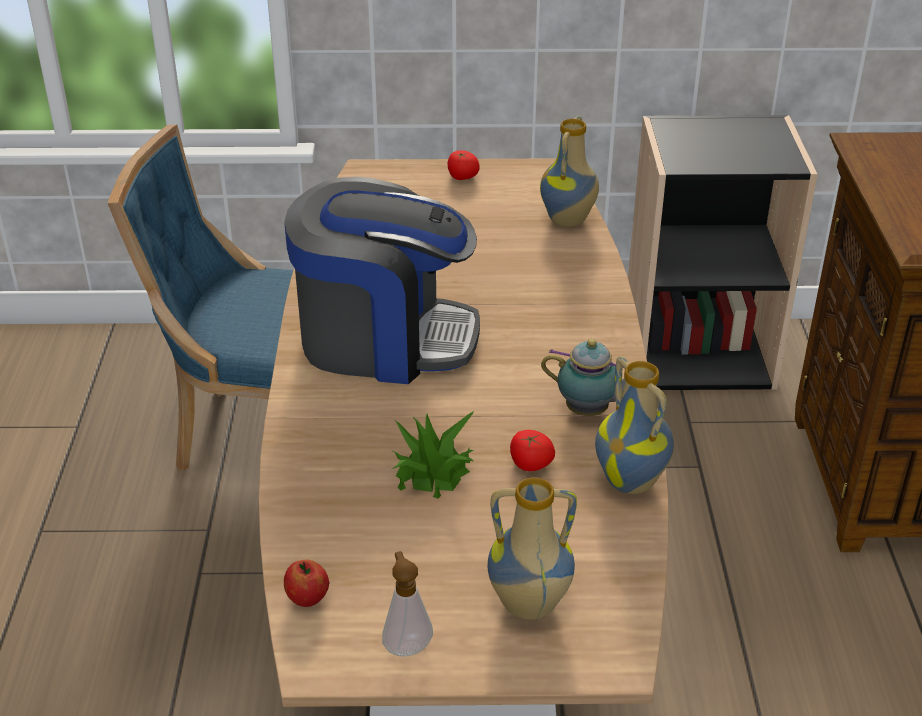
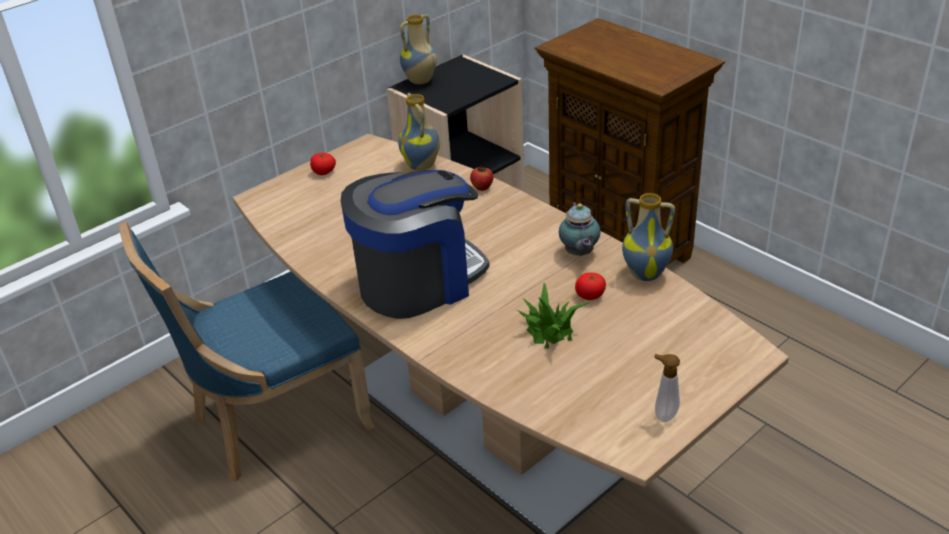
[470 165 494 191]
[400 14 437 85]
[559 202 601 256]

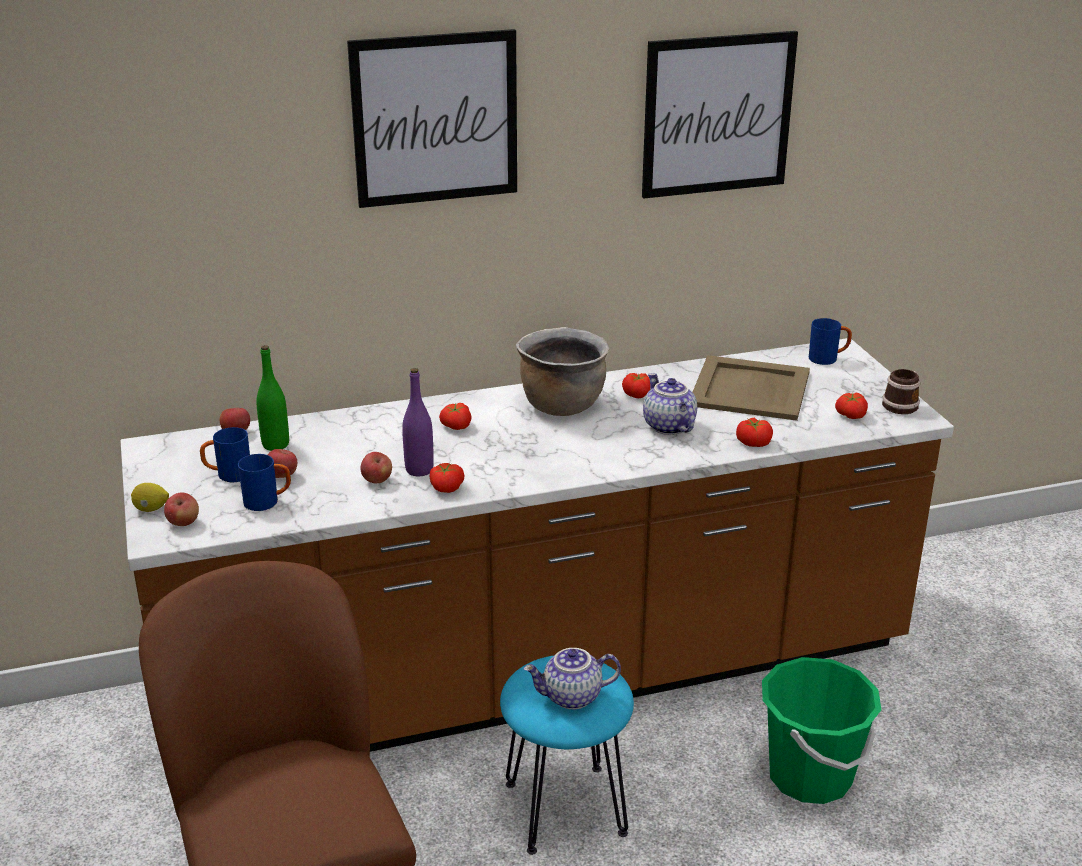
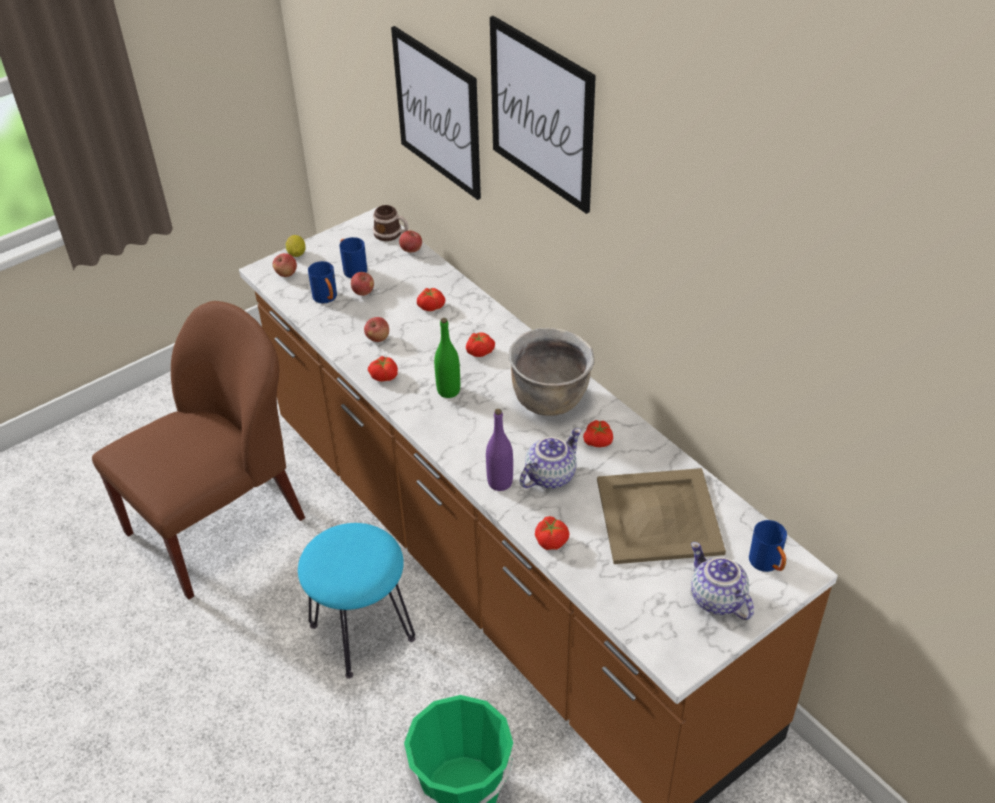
[434 318 460 398]
[486 409 513 491]
[691 542 754 620]
[391 26 481 200]
[417 288 445 311]
[373 205 408 241]

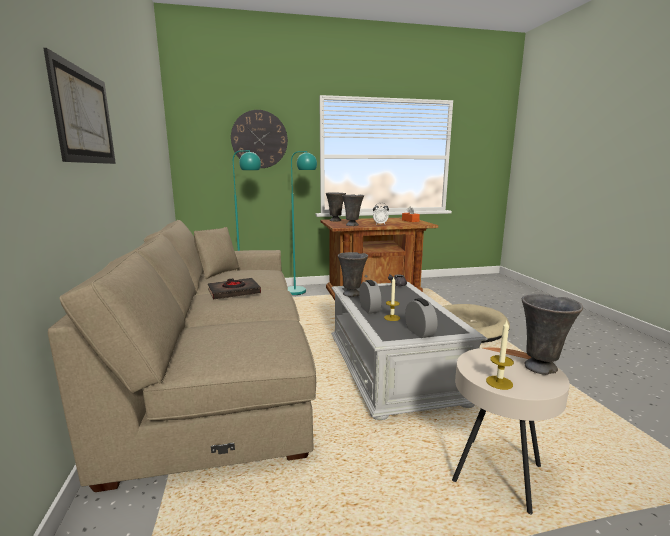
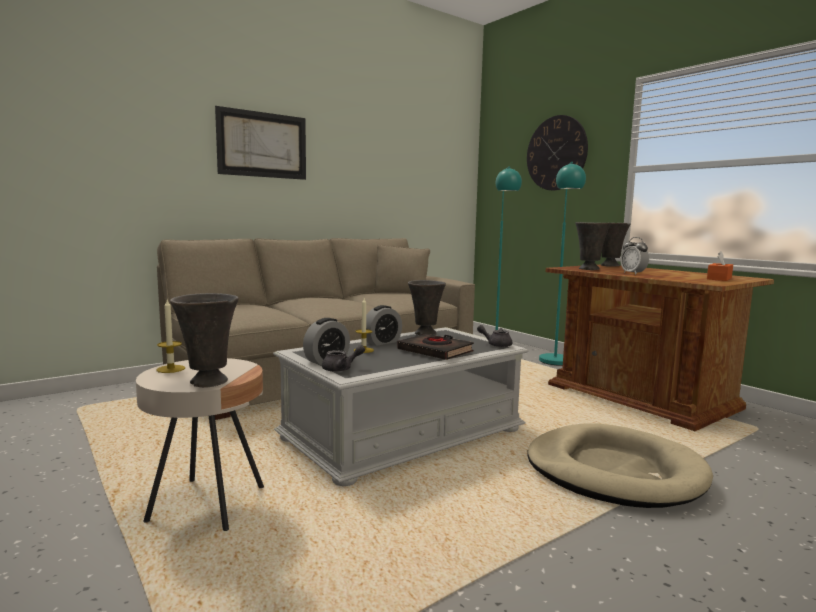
[398 334 474 360]
[322 345 365 372]

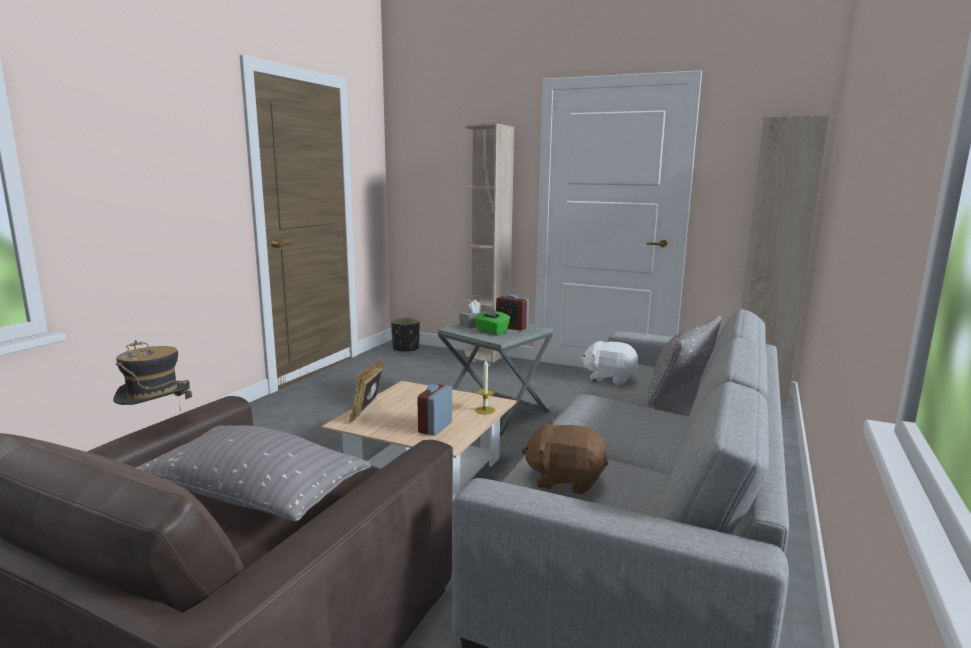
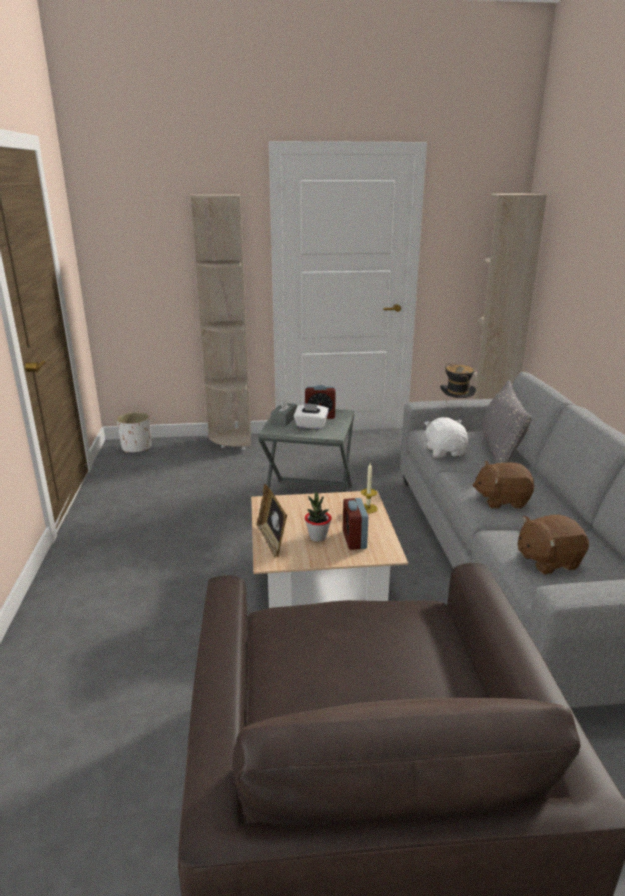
[440 363 476 403]
[135 425 371 521] (first image)
[117 412 152 453]
[294 403 329 429]
[424 417 468 458]
[305 492 332 542]
[473 461 534 509]

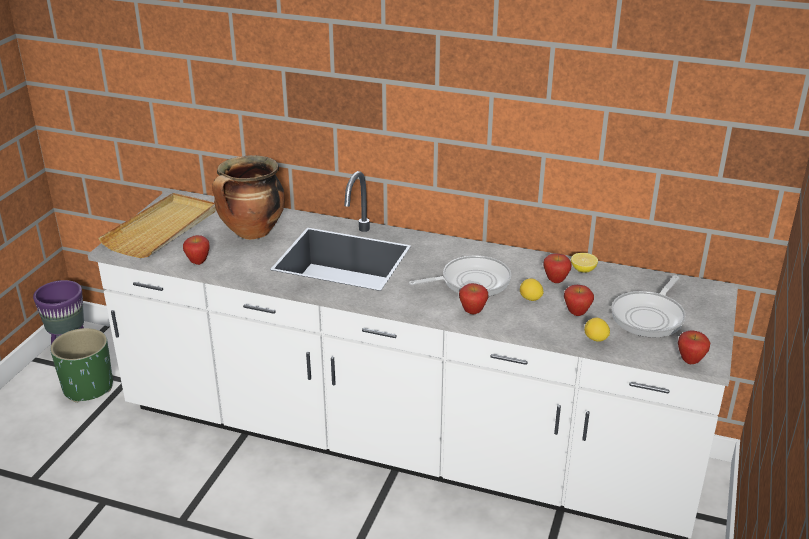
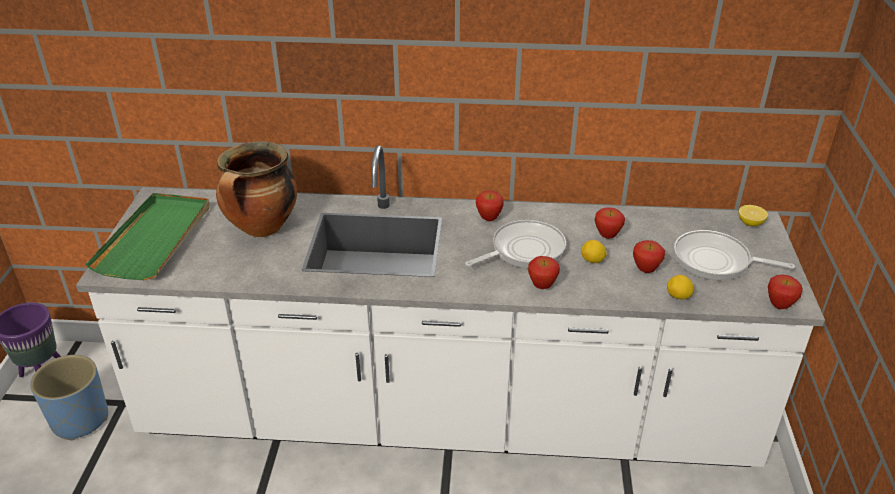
[30 355 108 440]
[85 193 209 280]
[476 190 504 221]
[739 205 768 226]
[674 230 795 280]

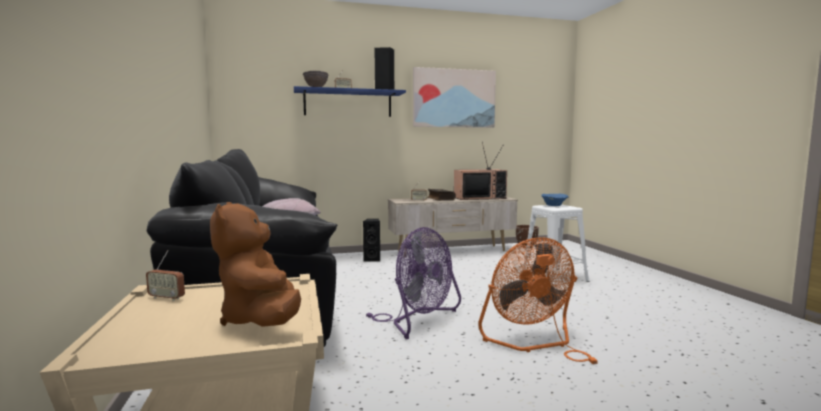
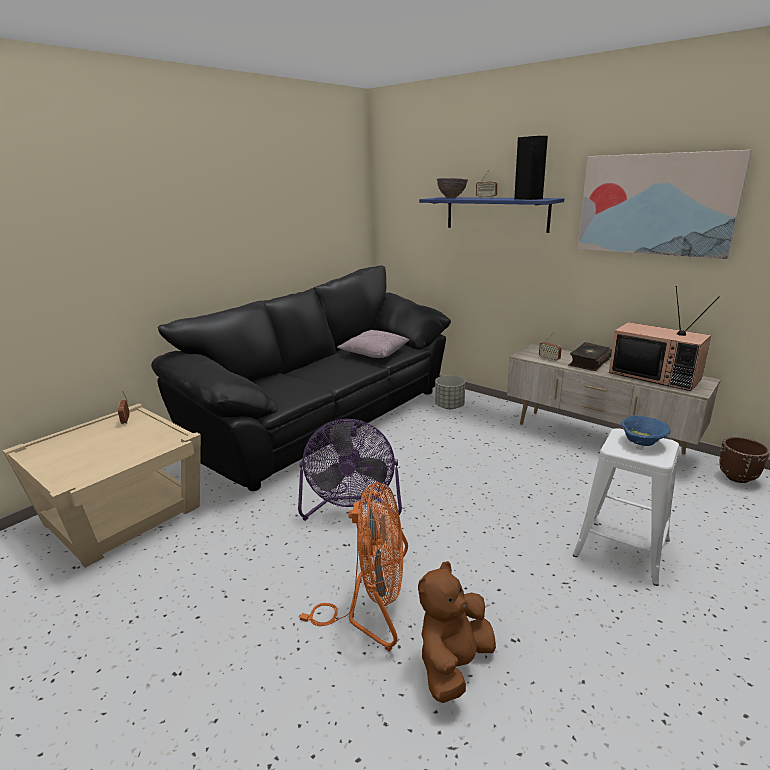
[418 561 496 703]
[363 219 380 262] (first image)
[298 482 408 652]
[435 375 465 409]

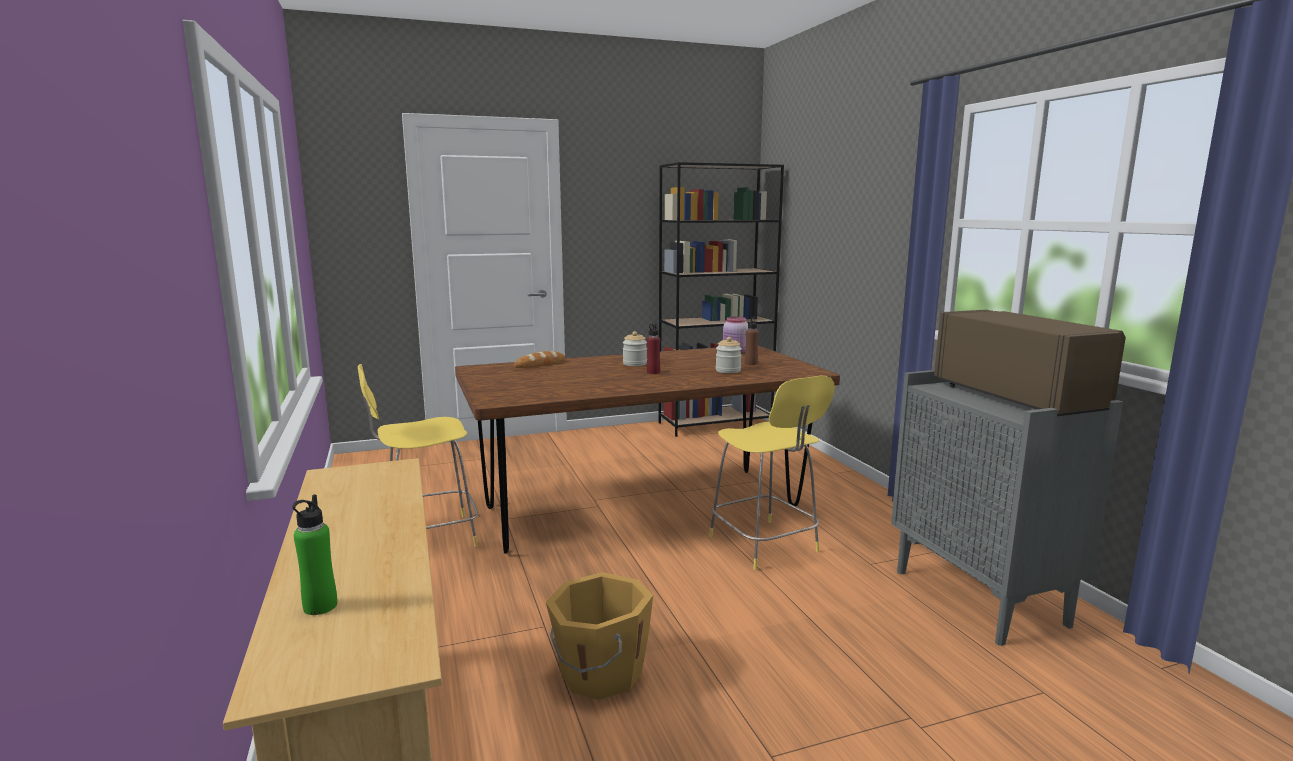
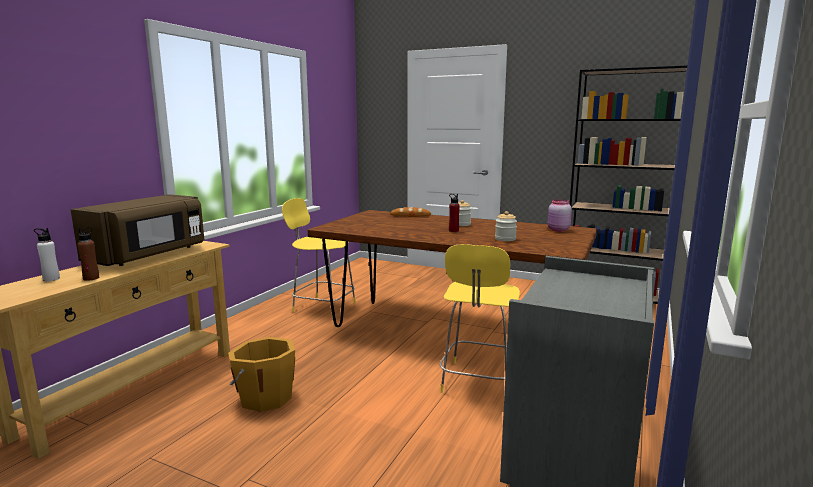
[34 228 60 281]
[78 227 99 281]
[71 194 204 266]

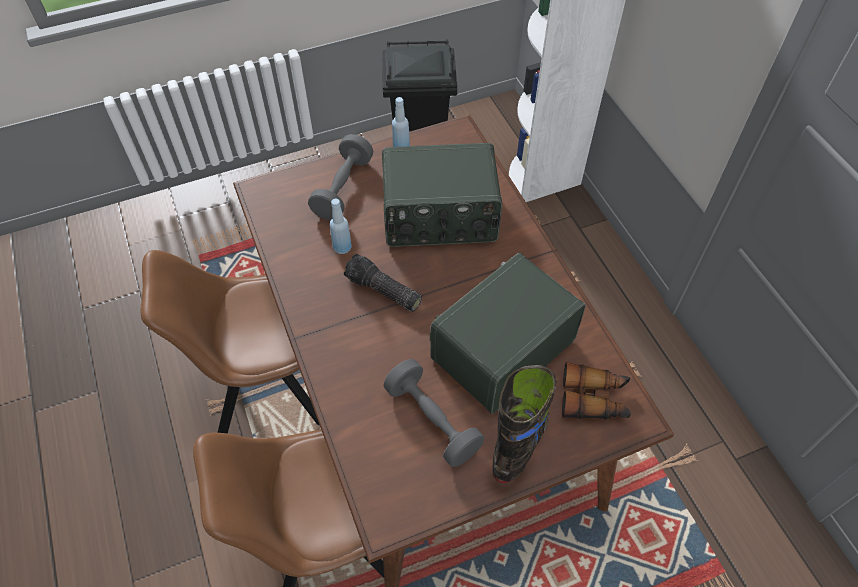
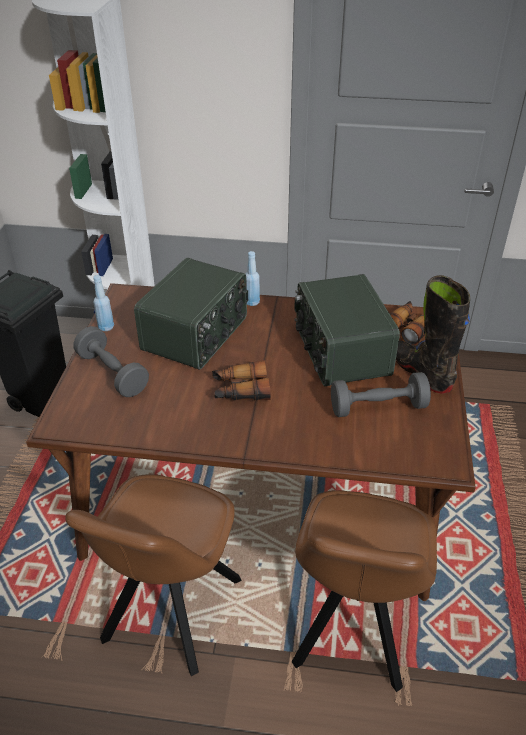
[246 251 260 306]
[212 360 271 401]

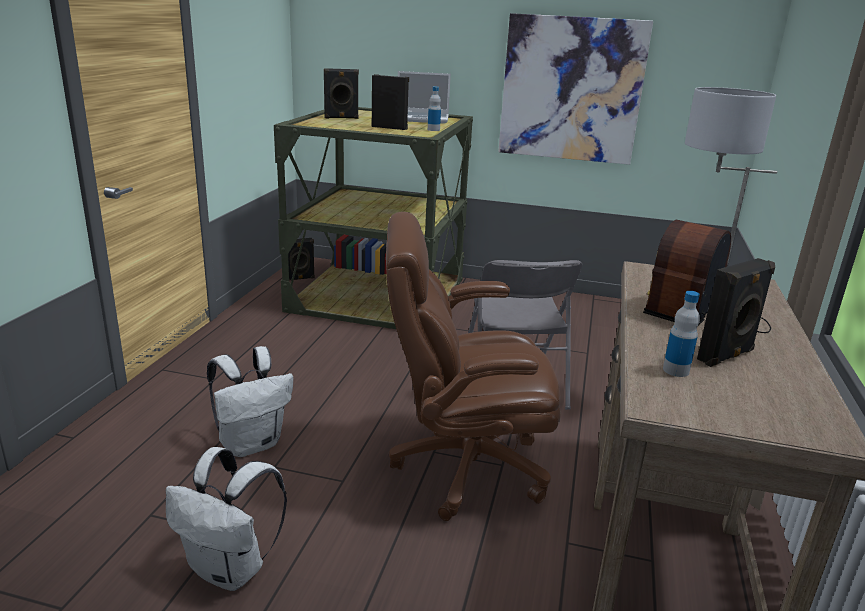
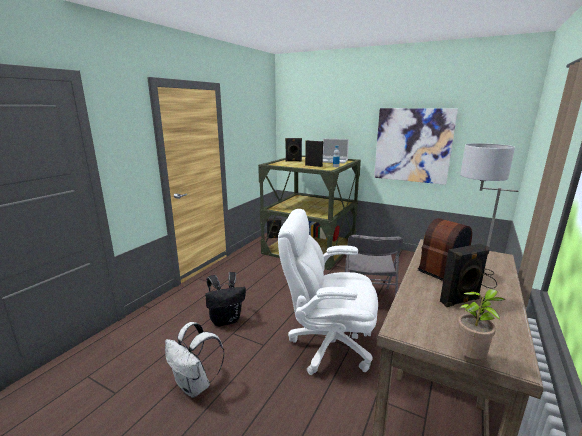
[205 272 246 326]
[278 209 378 375]
[663 291 700 377] (first image)
[456 289 505 359]

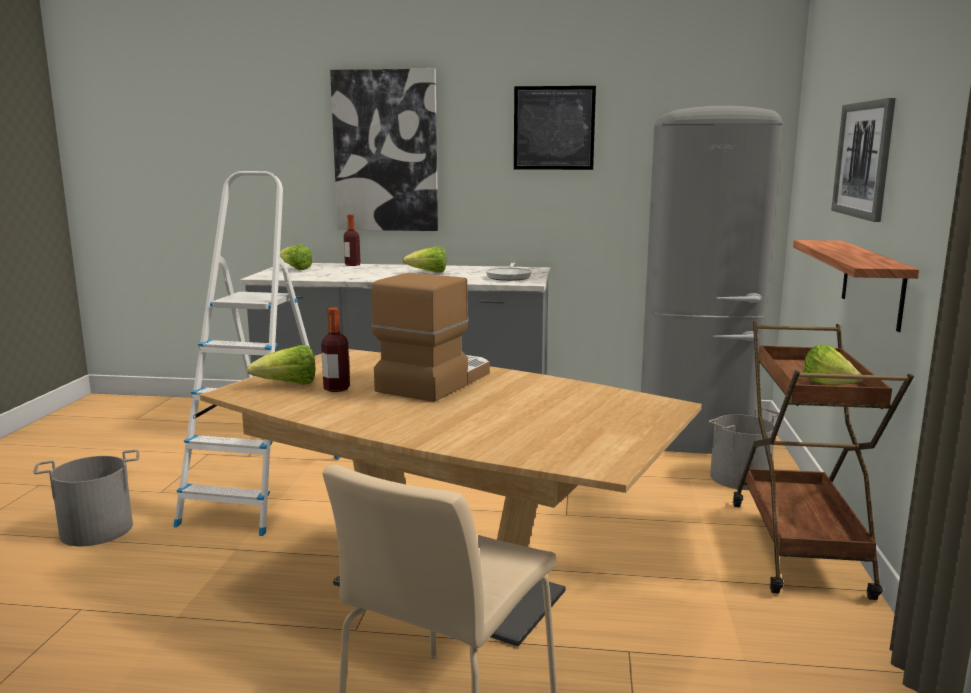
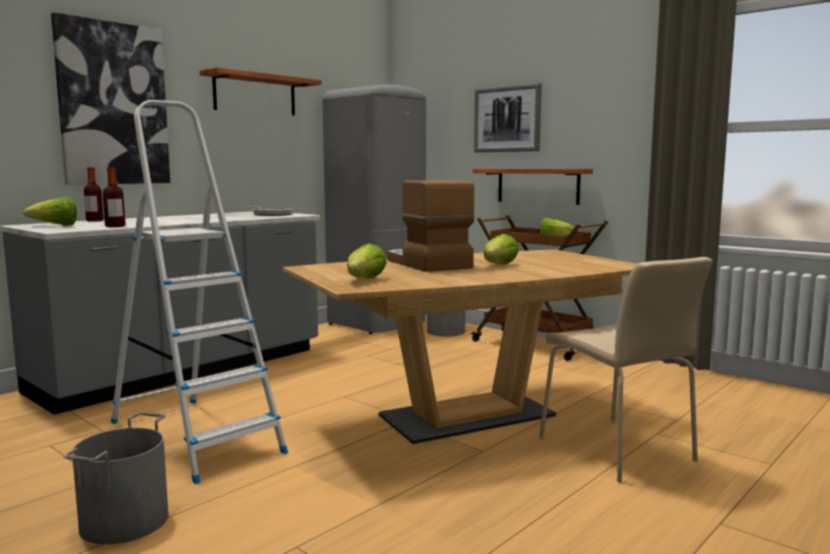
[103 167 126 227]
[484 234 519 264]
[200 67 322 115]

